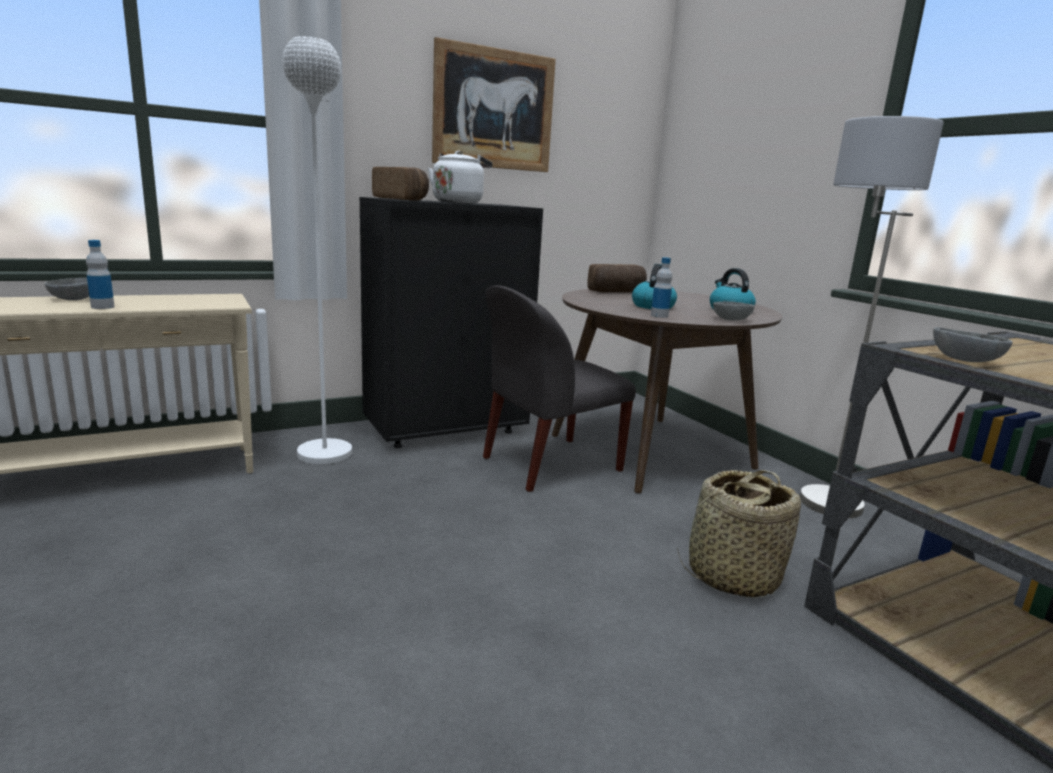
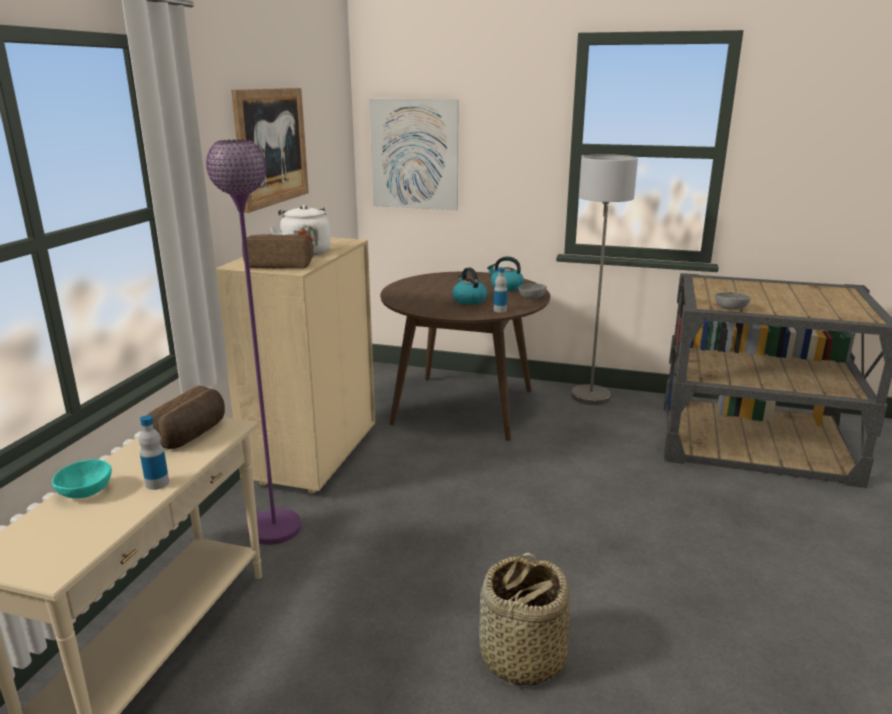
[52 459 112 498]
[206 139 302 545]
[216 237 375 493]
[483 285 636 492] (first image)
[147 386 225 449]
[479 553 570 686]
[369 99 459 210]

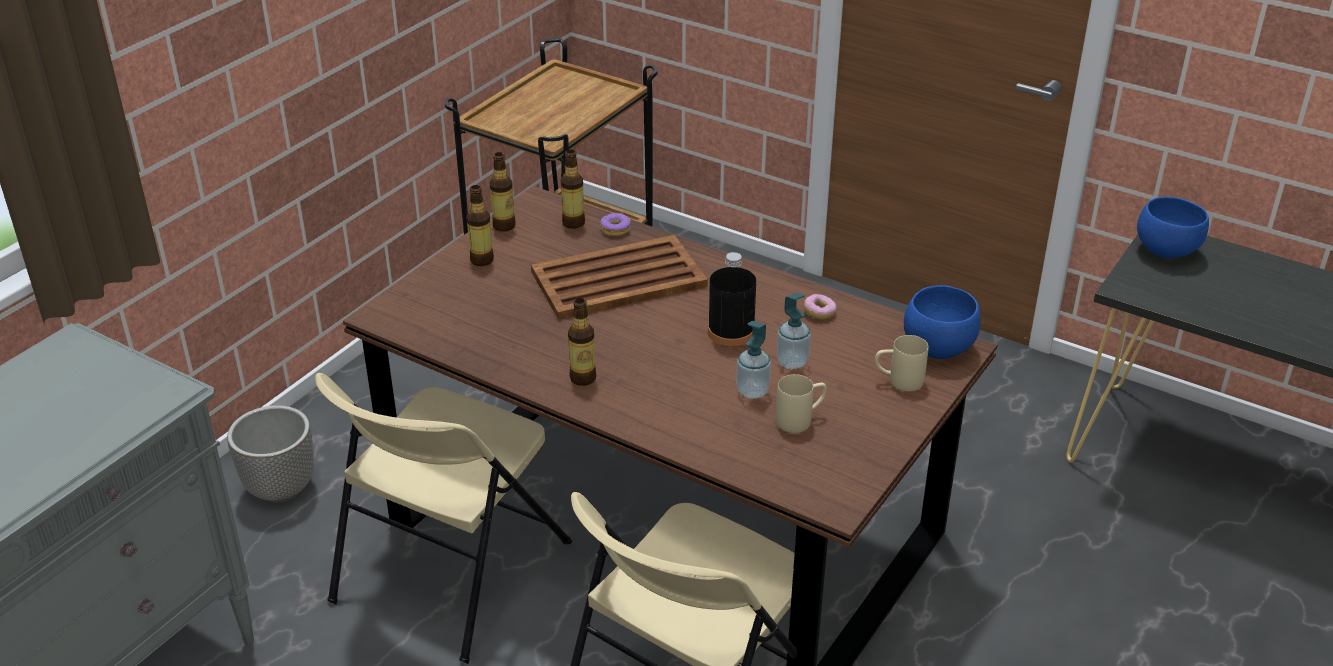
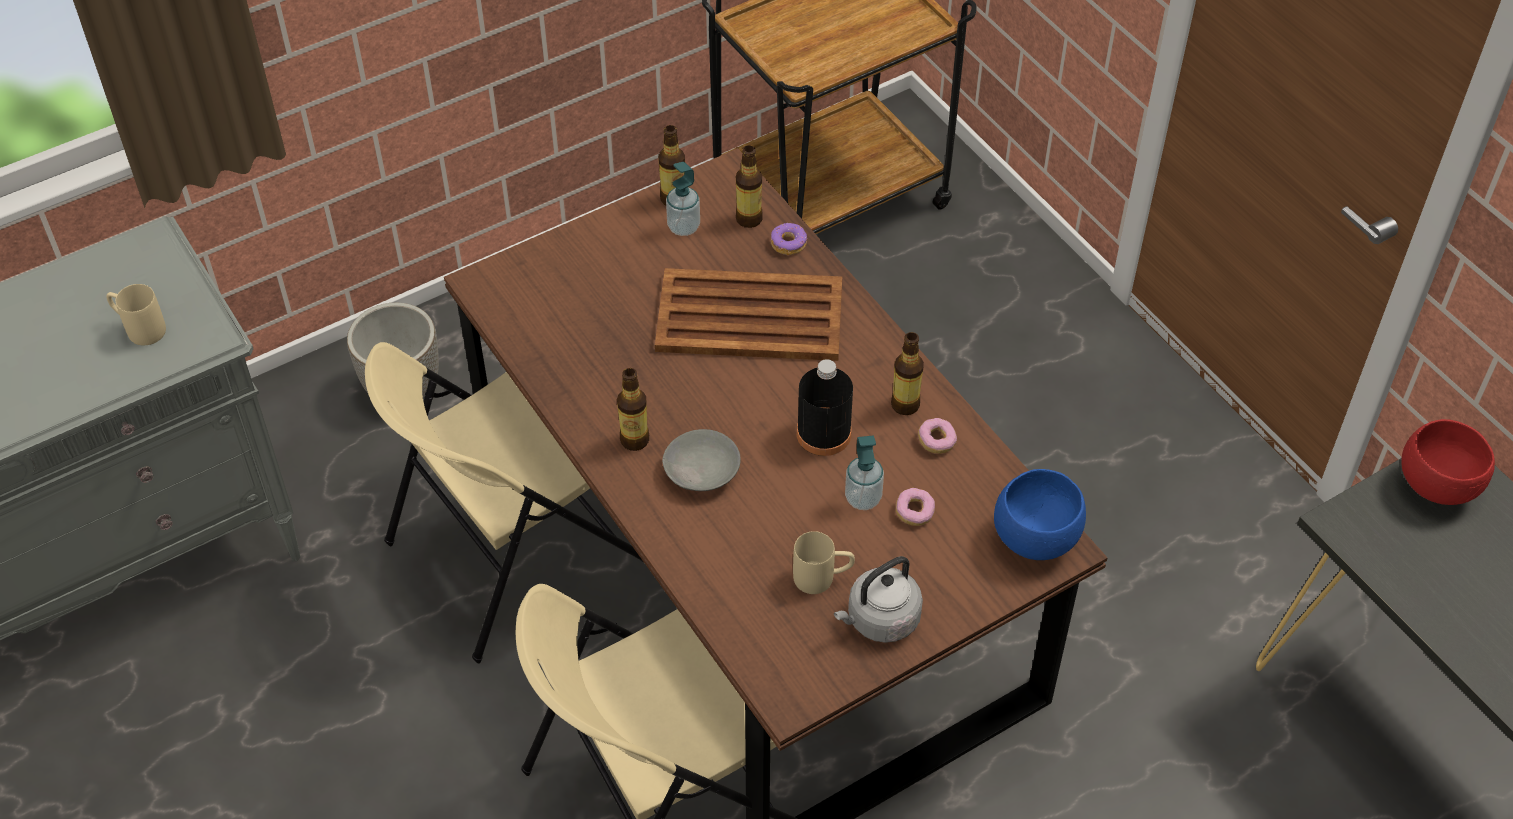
[891 332 924 415]
[666 162 700 236]
[106 284 166 345]
[1401 419 1495 505]
[662 429 741 491]
[834 556 923 643]
[896 488 935 526]

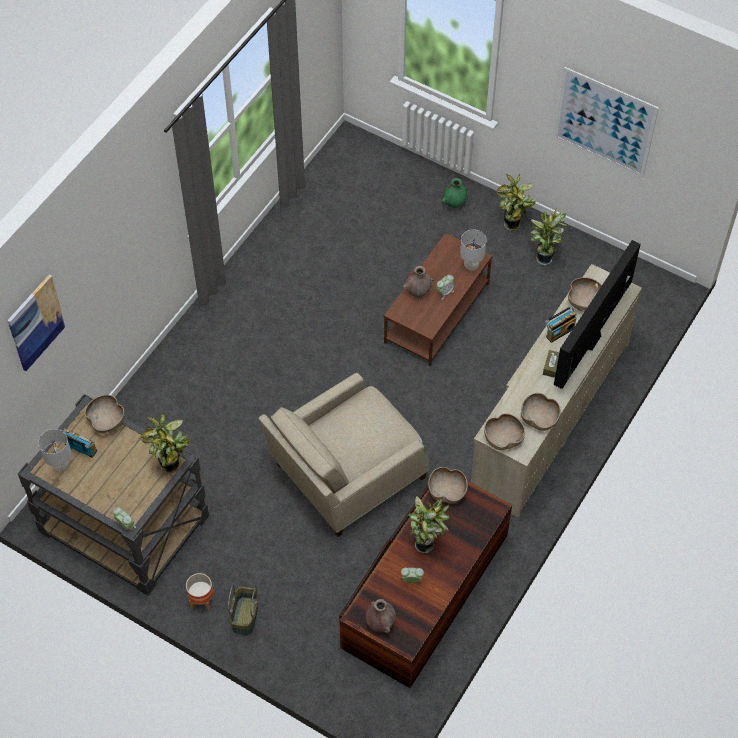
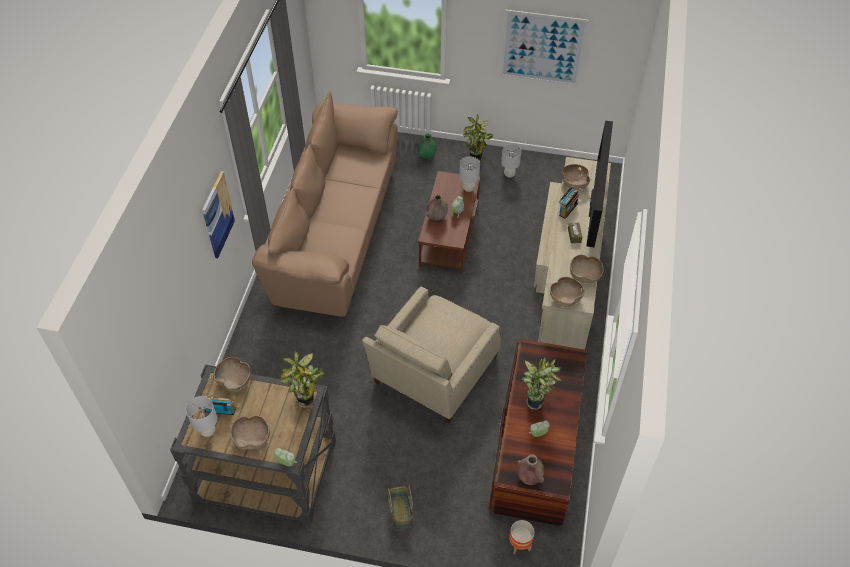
[202 171 235 258]
[509 520 535 555]
[231 415 270 449]
[501 144 521 177]
[252 91 398 317]

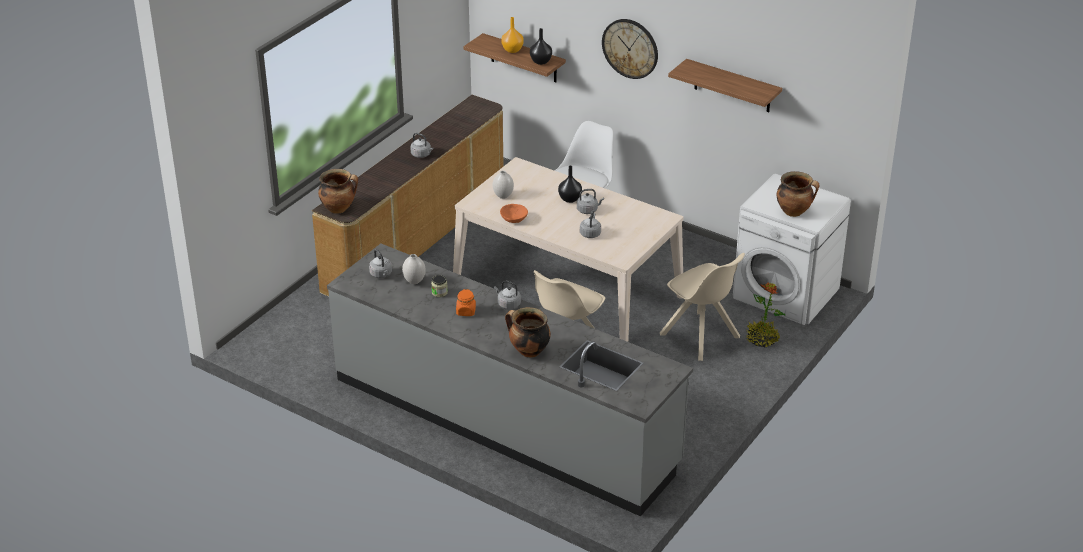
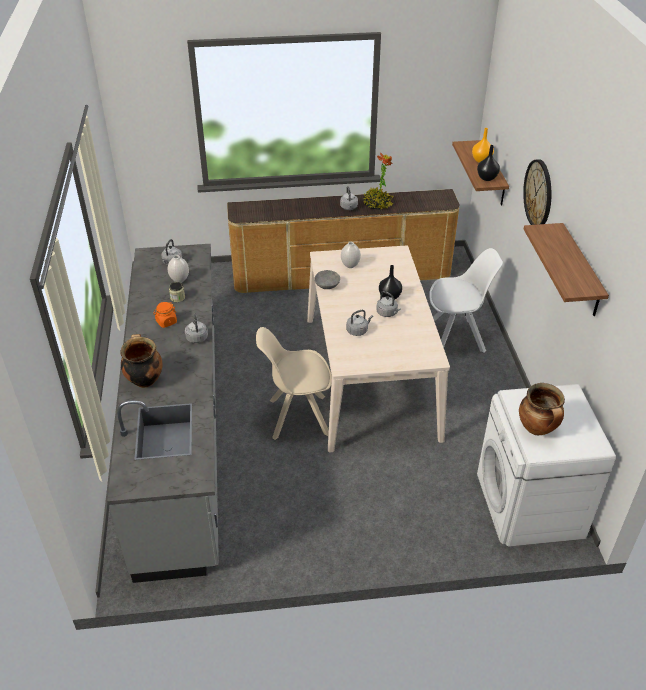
[318 169 358 214] (first image)
[314 270 340 289]
[660 253 745 361] (first image)
[363 153 394 210]

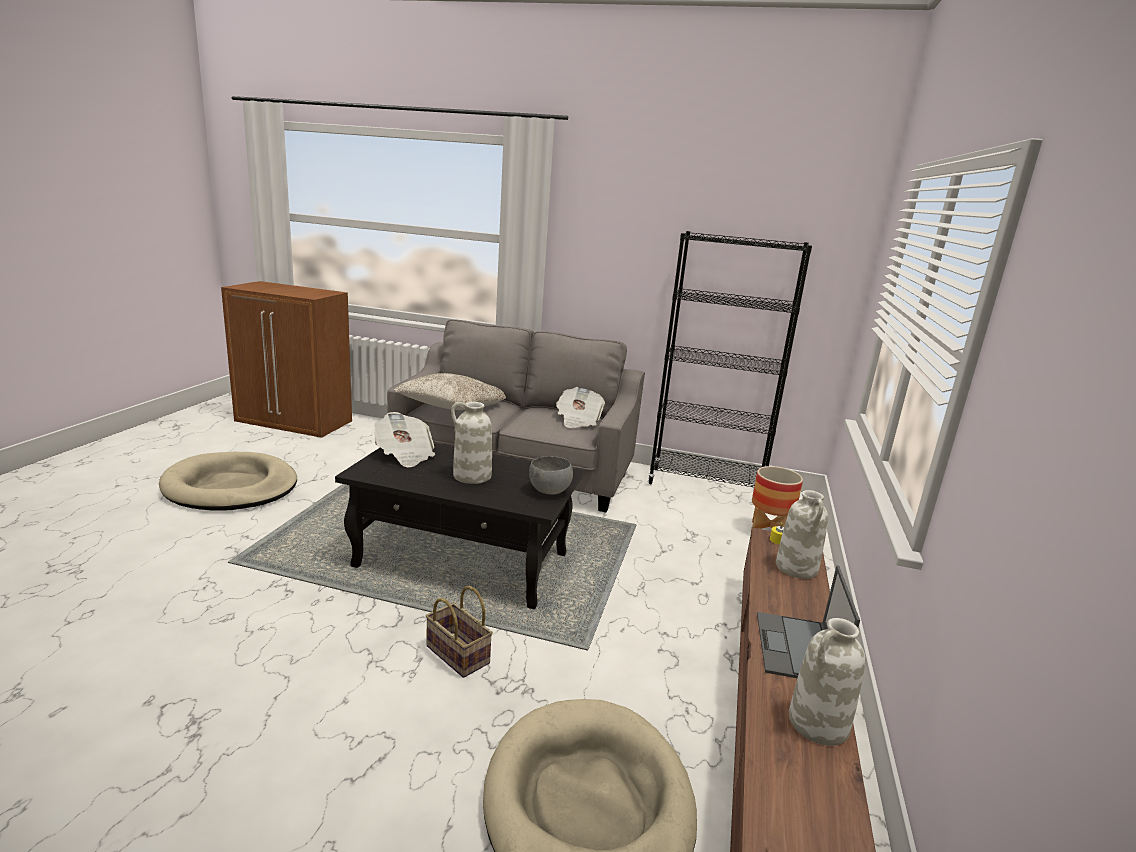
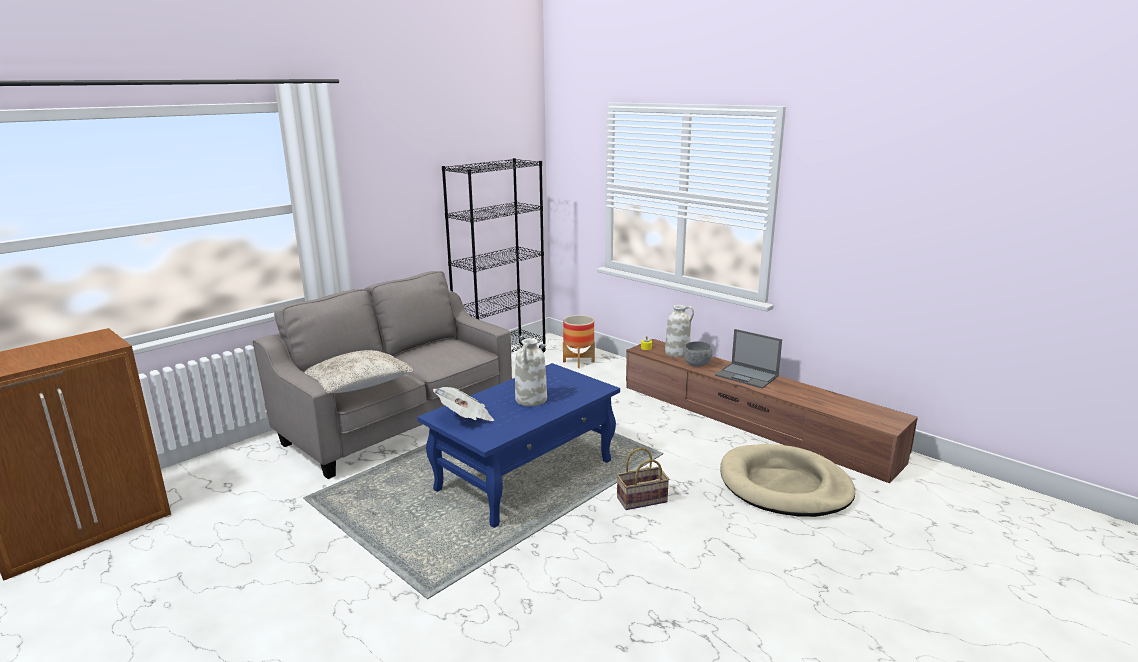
[159 452 297 511] (first image)
[417 363 620 528]
[683 341 712 367]
[556 387 605 428] (first image)
[789 618 865 746] (first image)

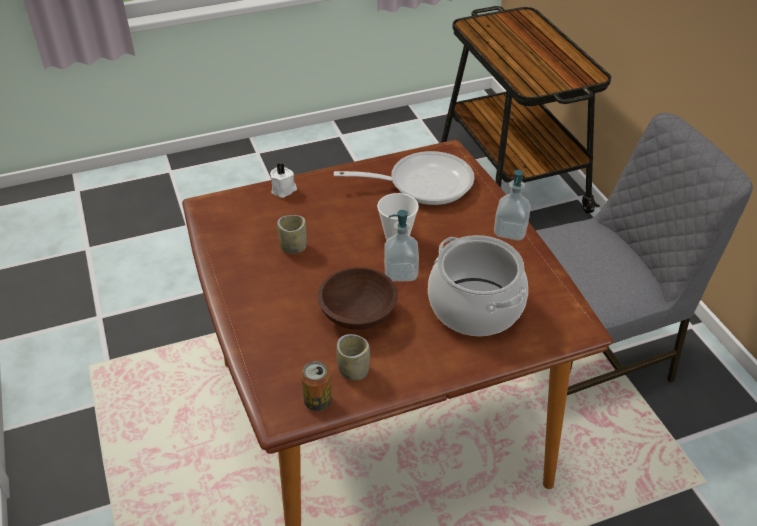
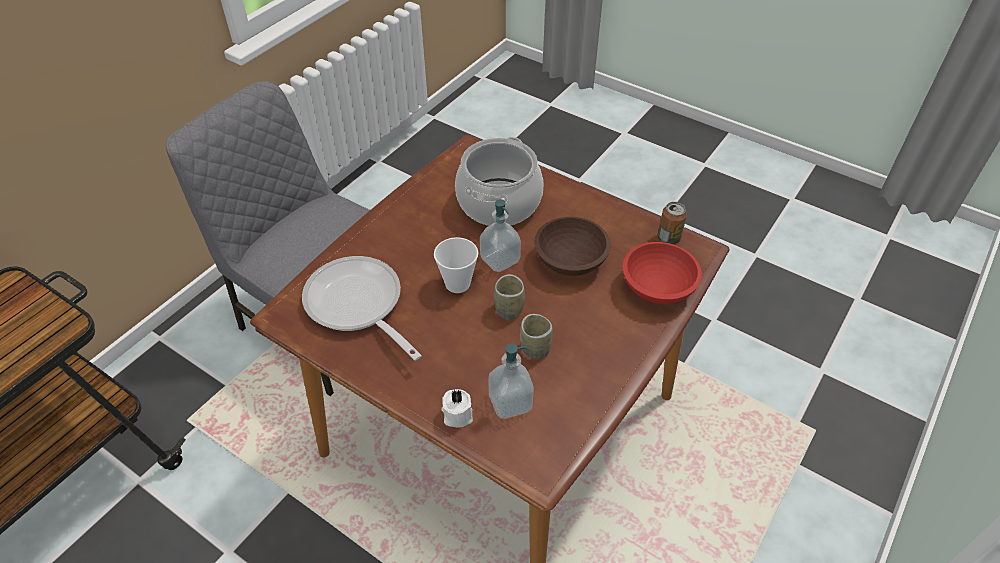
[494 274 525 320]
[488 343 534 419]
[622 242 702 304]

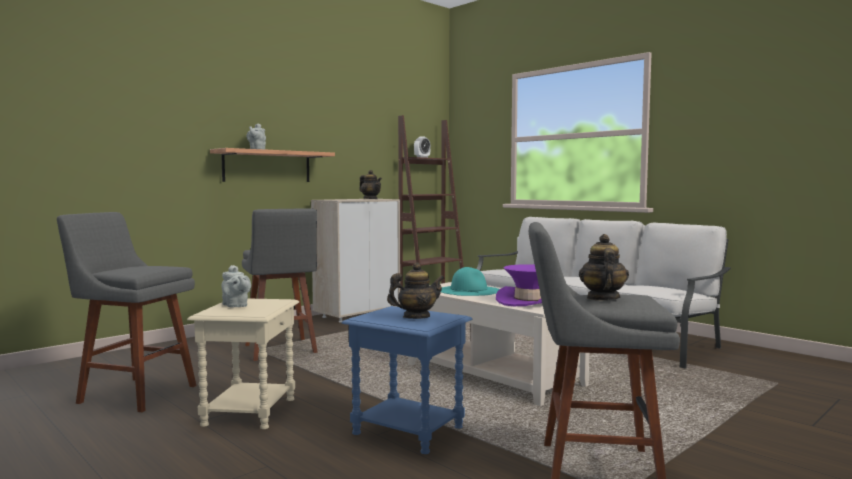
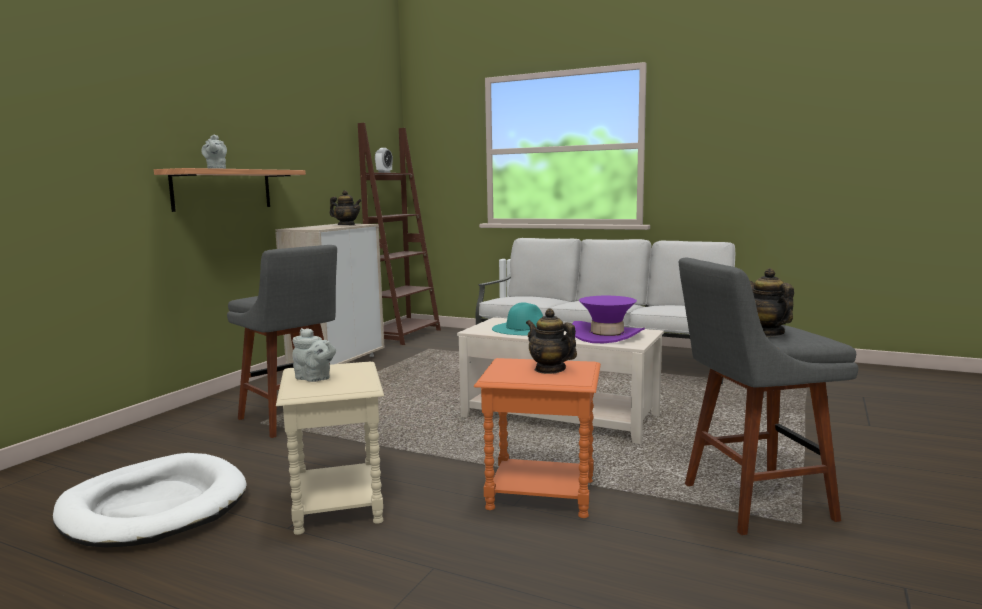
[53 453 247 548]
[474 358 601 518]
[526 309 577 374]

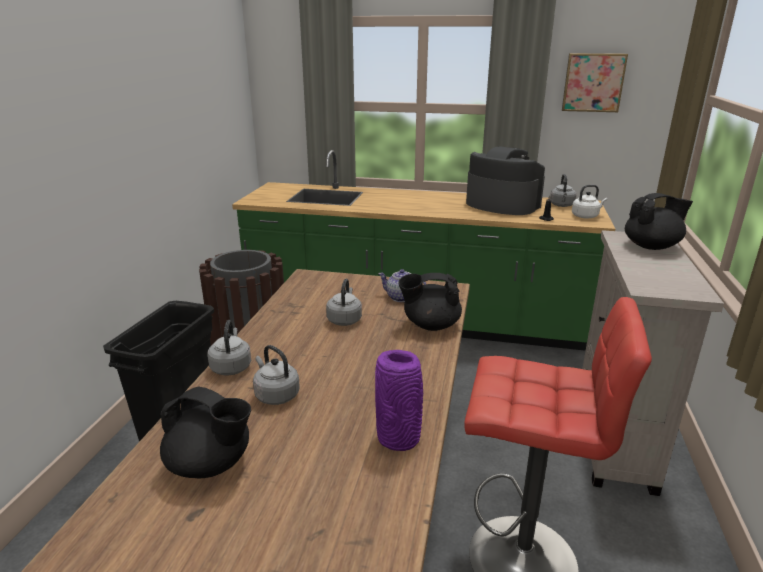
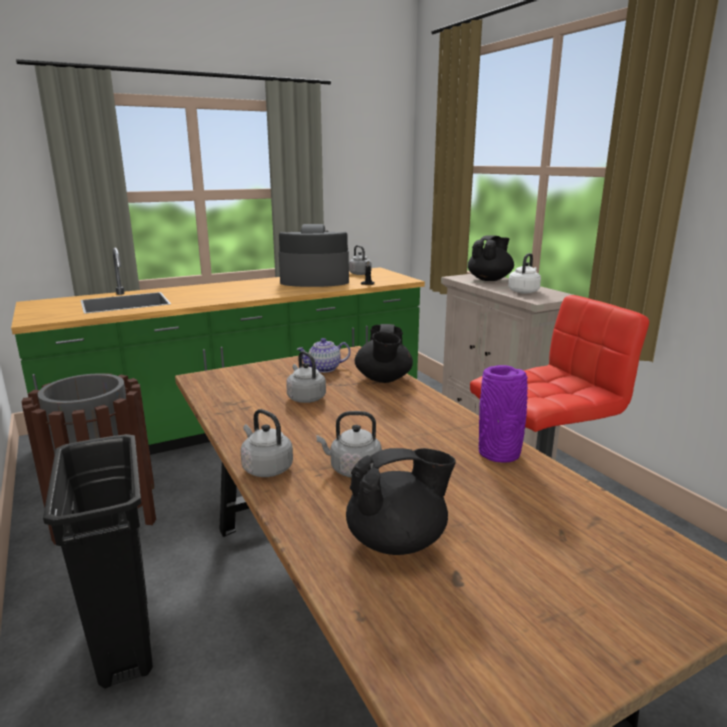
[355 324 413 383]
[562 53 628 112] (first image)
[508 253 541 294]

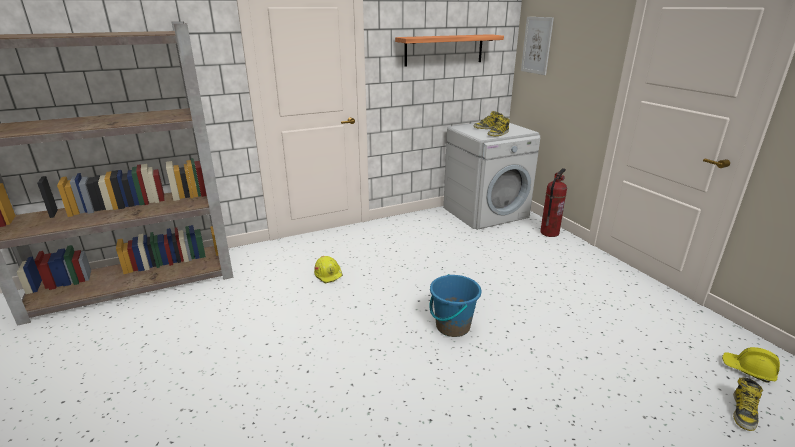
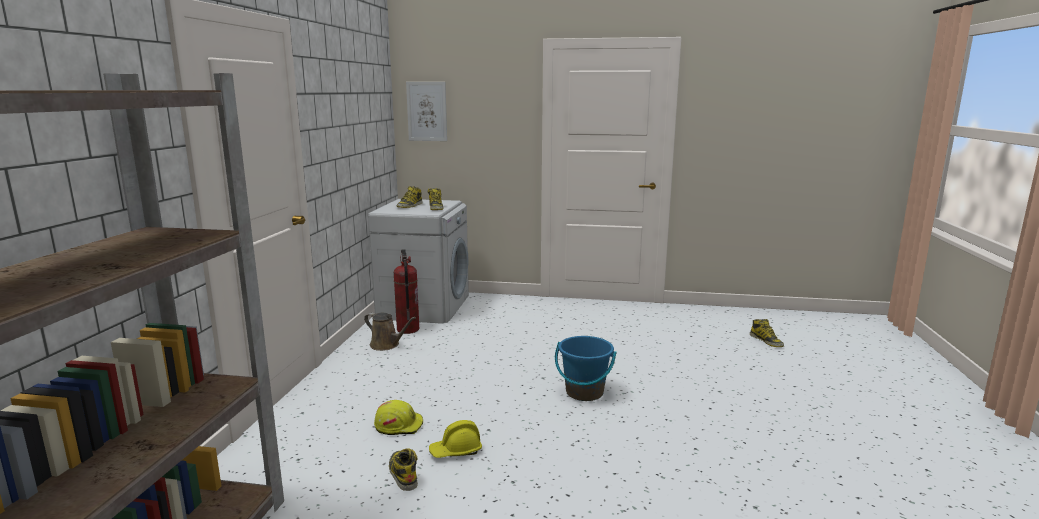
[395 34 504 67] (first image)
[394 249 419 334]
[429 420 482 458]
[364 313 416 351]
[389 448 418 491]

